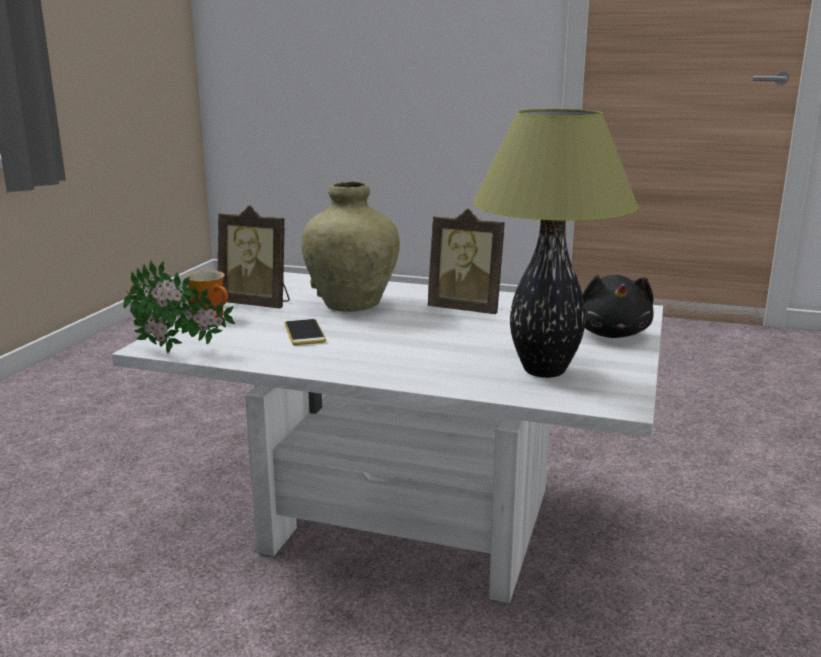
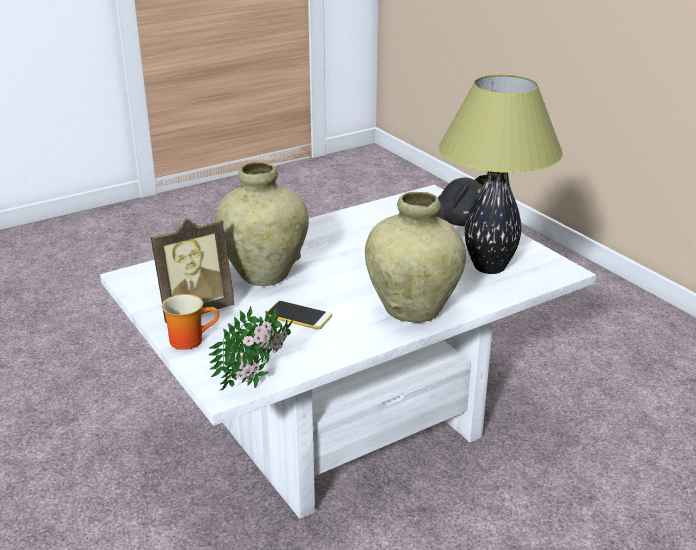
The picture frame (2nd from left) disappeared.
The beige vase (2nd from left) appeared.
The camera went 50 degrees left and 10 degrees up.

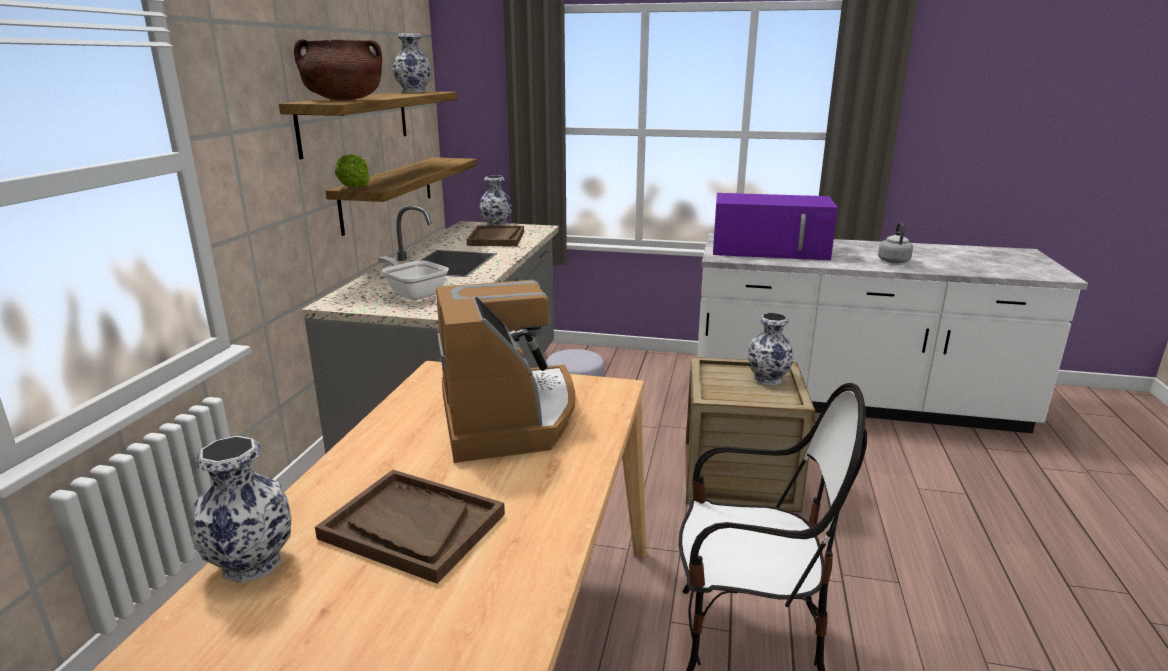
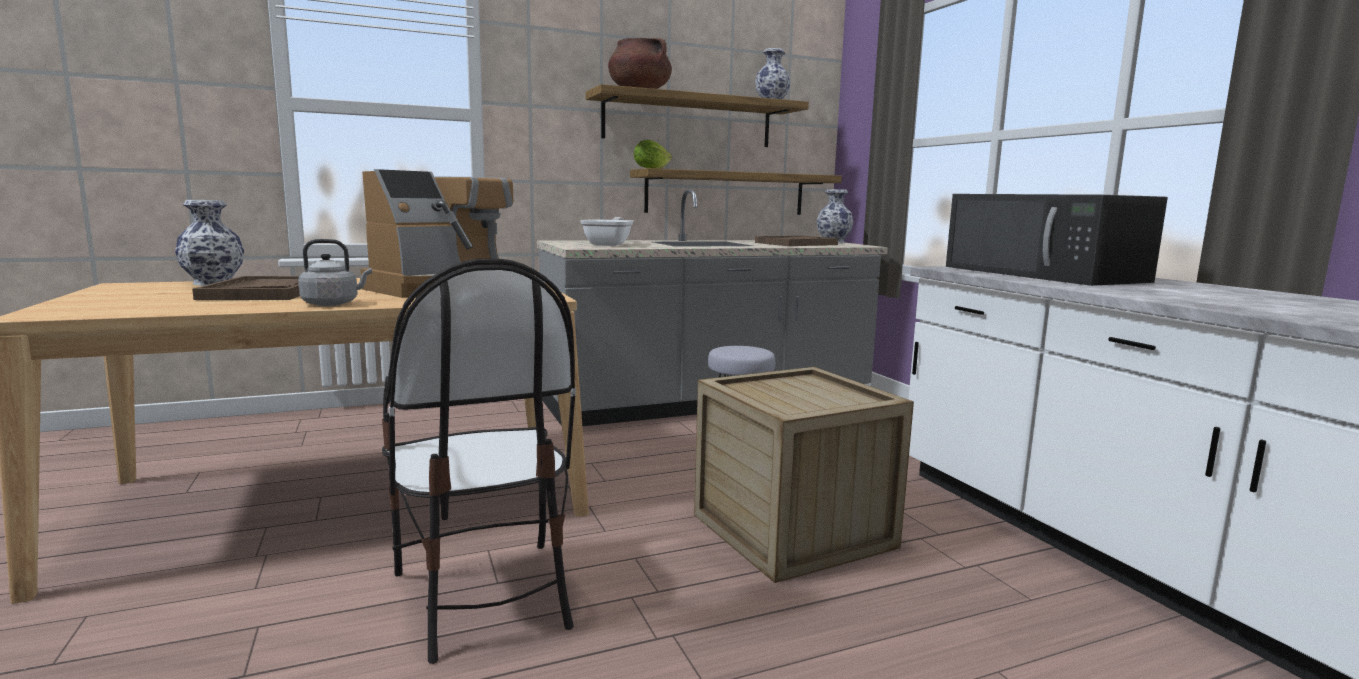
The purple microwave became the black microwave.
The grey kettle moved.
The vase (4th from left) disappeared.
The camera went 55 degrees right and 10 degrees down.

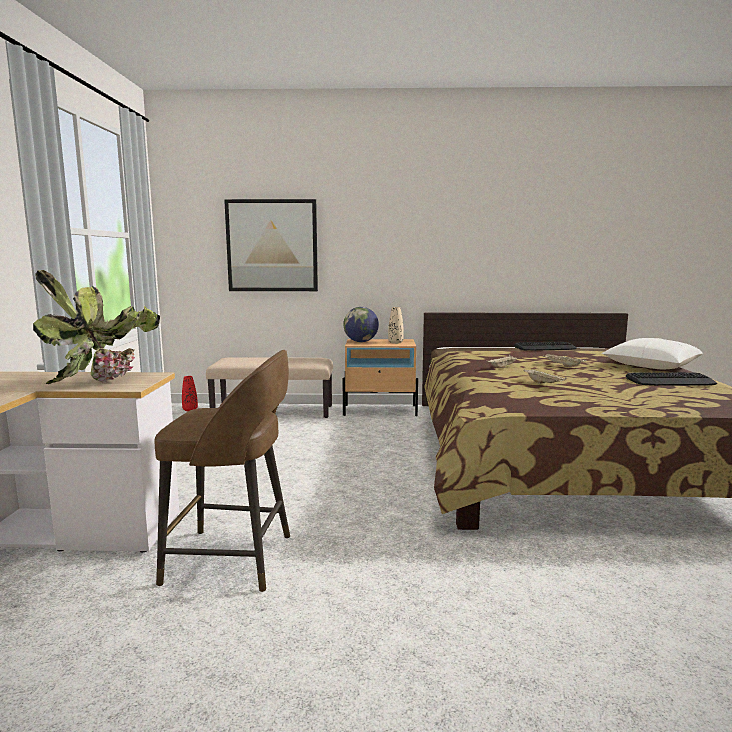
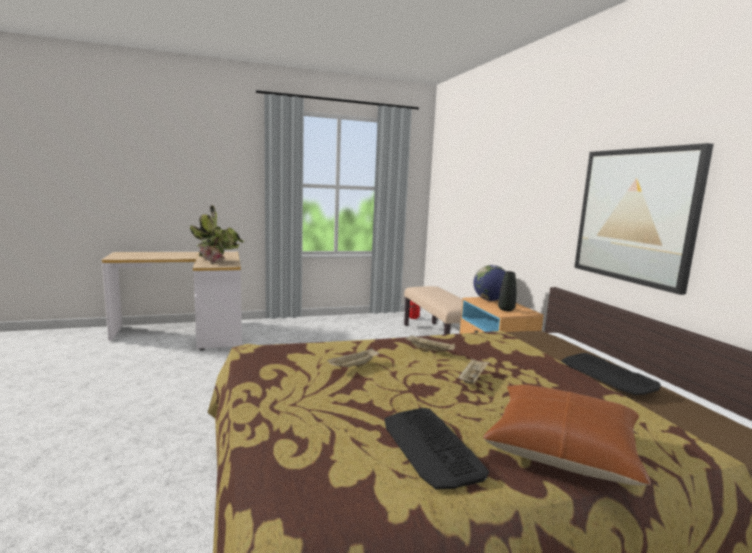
The picture moved.
The beige vase became the black vase.
The white pillow became the brown pillow.
The brown stool disappeared.
The camera went 70 degrees right and 0 degrees up.

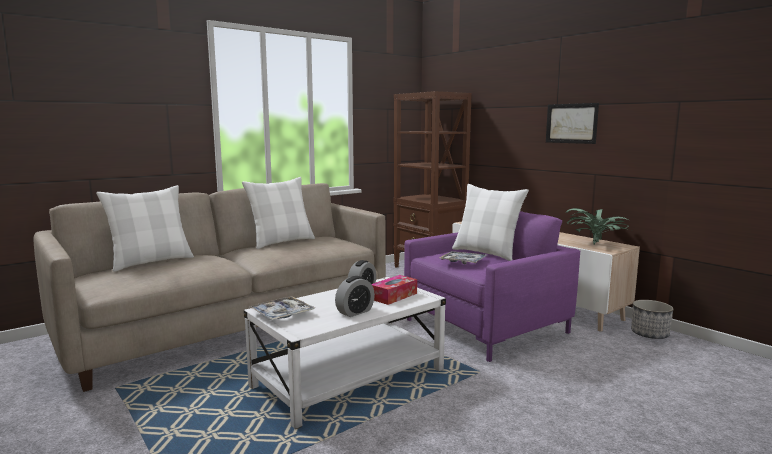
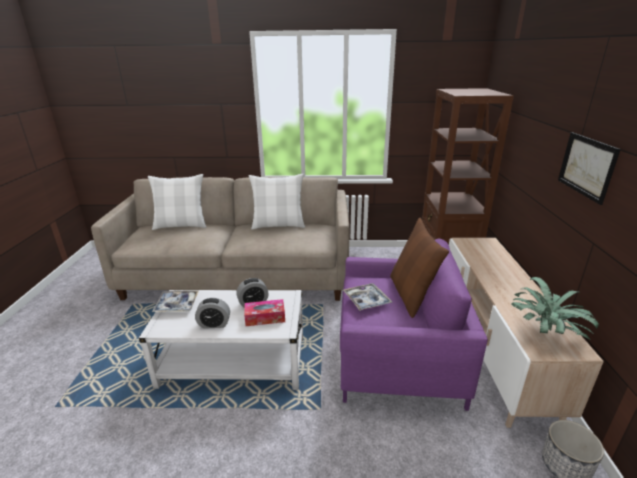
The white pillow (3rd from left) became the brown pillow.
The camera went 40 degrees right and 15 degrees up.

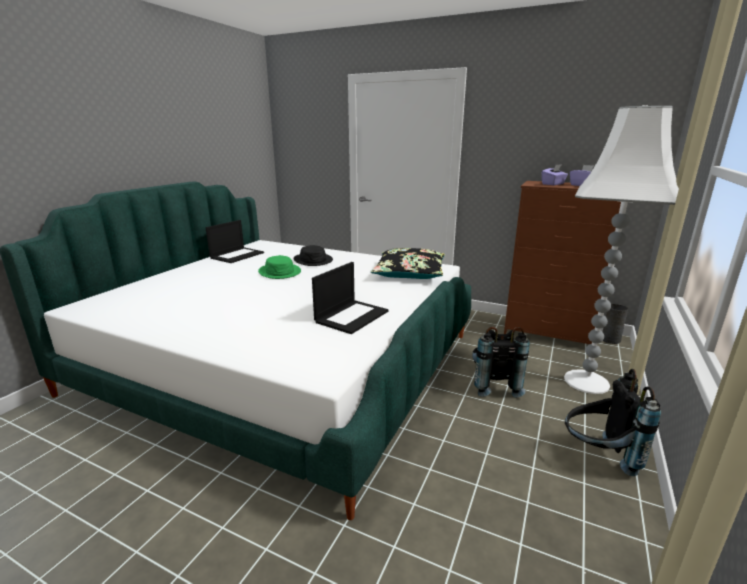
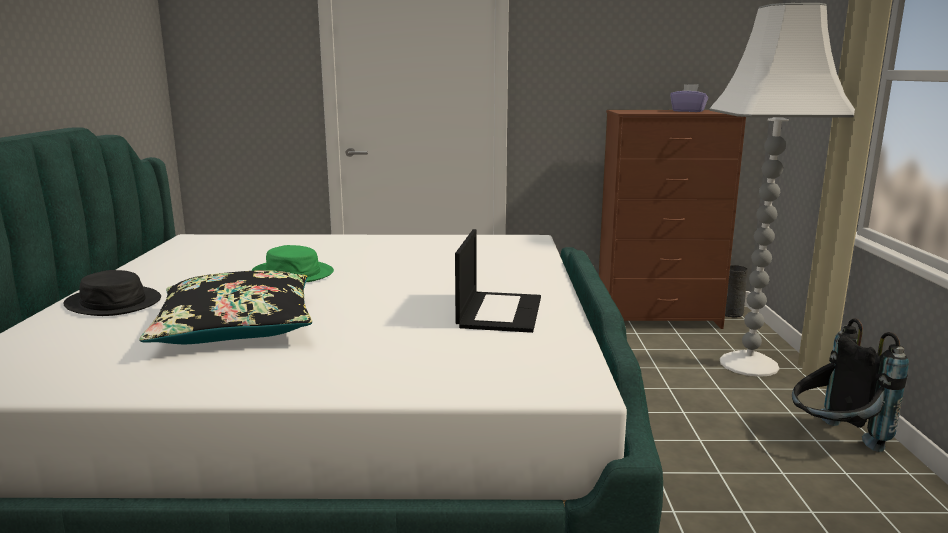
The purple tissue box (1st from left) disappeared.
The laptop (1st from left) disappeared.
The black hat moved.
The black pillow moved.
The black backpack (1st from left) disappeared.
The camera went 25 degrees left and 5 degrees down.

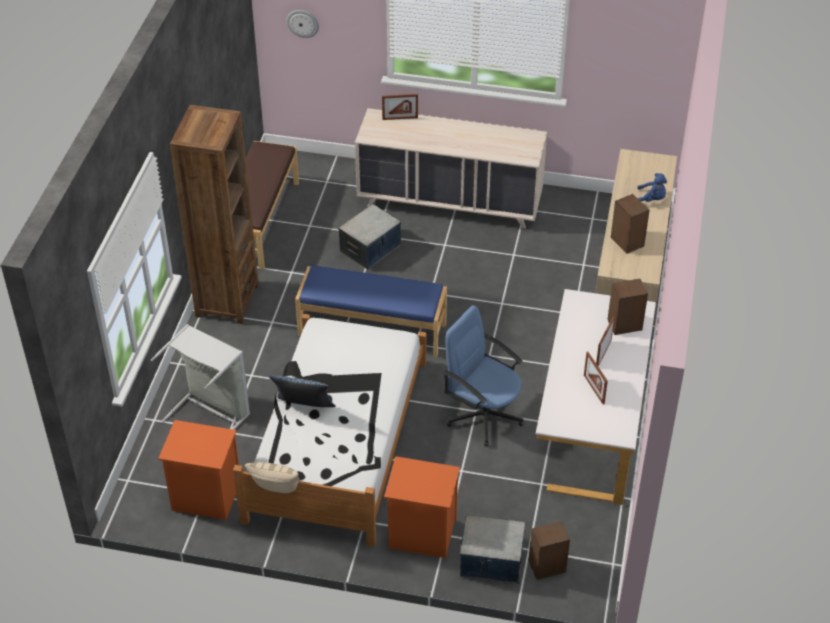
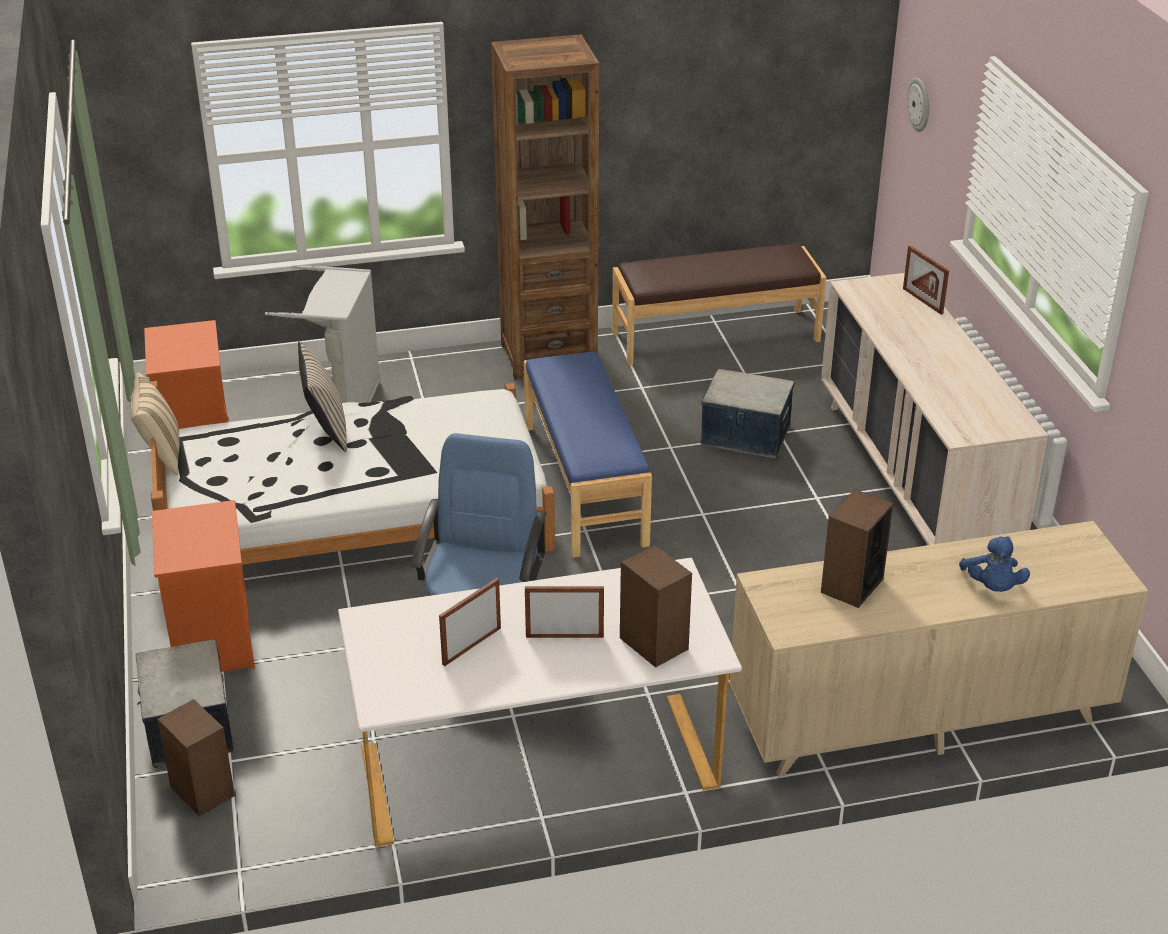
The blue pillow became the beige pillow (2nd from left).
The camera went 65 degrees right and 10 degrees down.

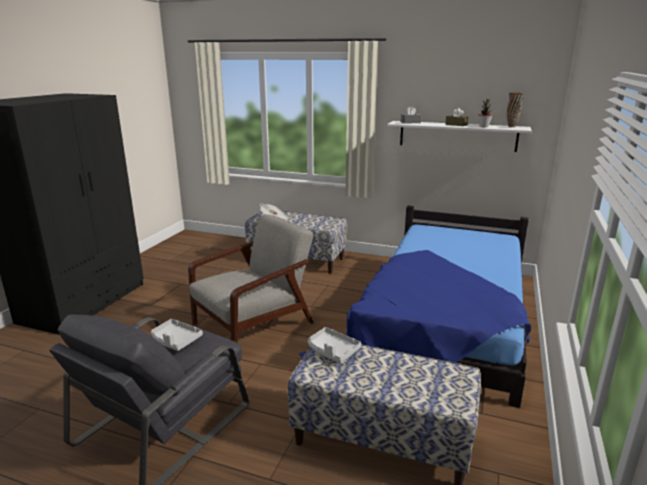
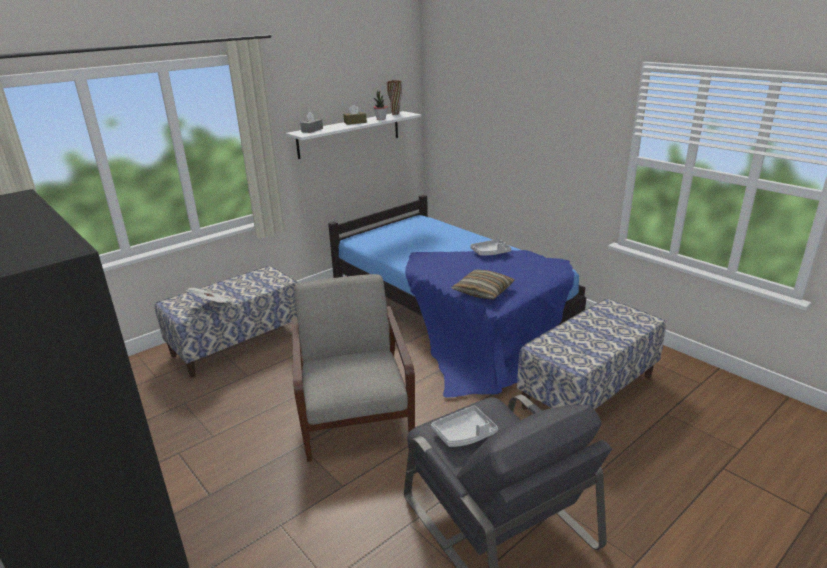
The grey tray (2nd from left) moved.
The pillow appeared.
The camera went 60 degrees left and 5 degrees up.

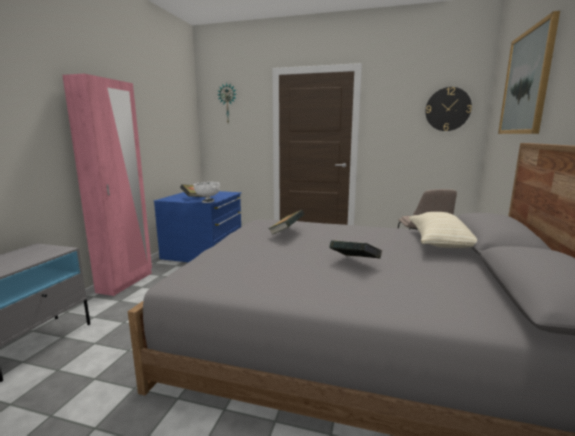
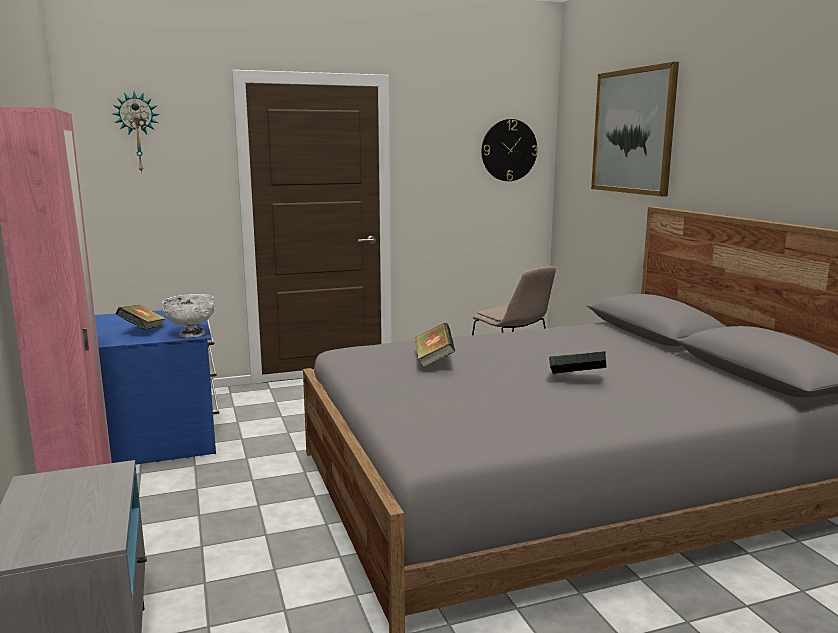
The beige pillow disappeared.
The camera went 35 degrees left and 0 degrees up.

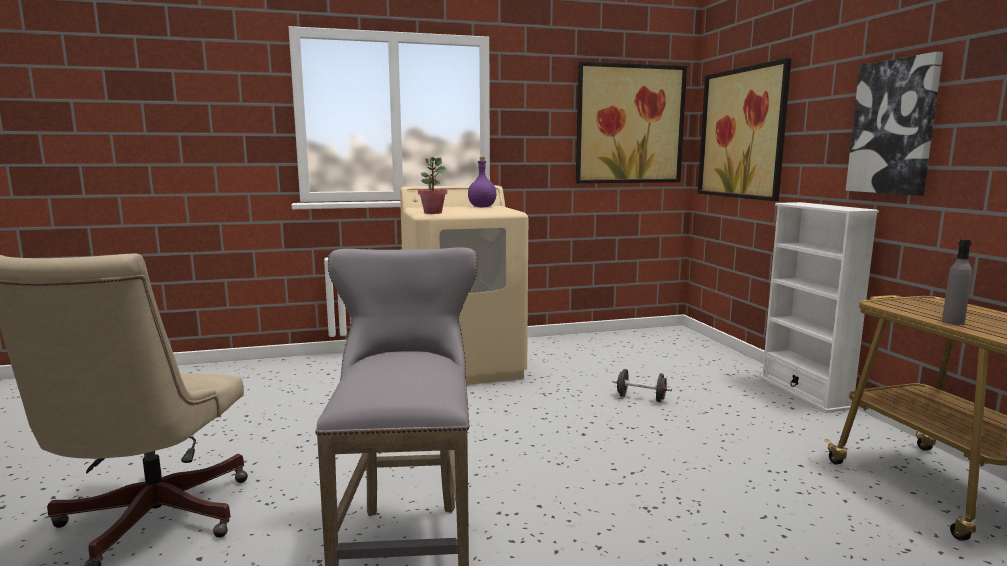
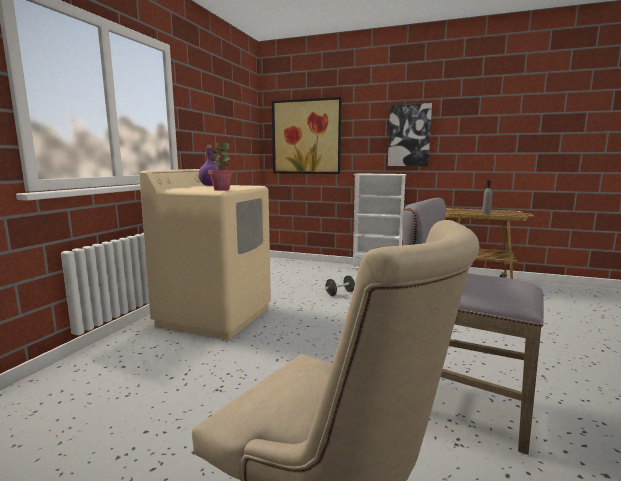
The picture (1st from left) disappeared.
The camera went 55 degrees left and 0 degrees up.

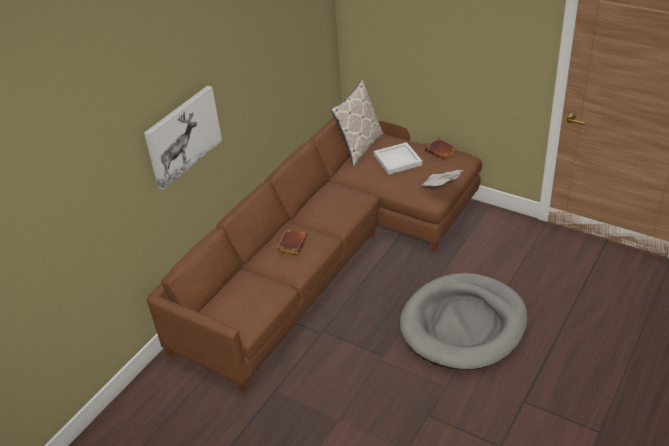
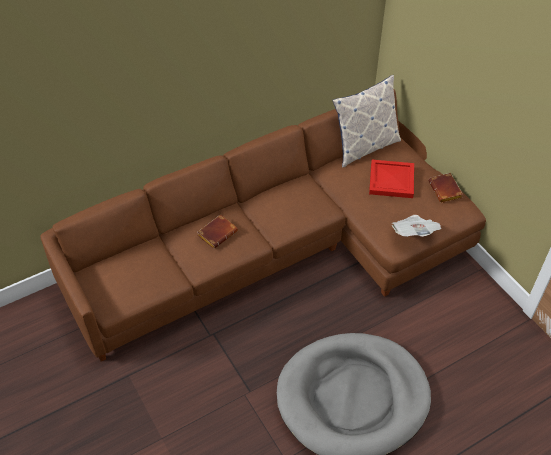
The picture disappeared.
The white tray became the red tray.
The camera went 25 degrees right and 10 degrees up.

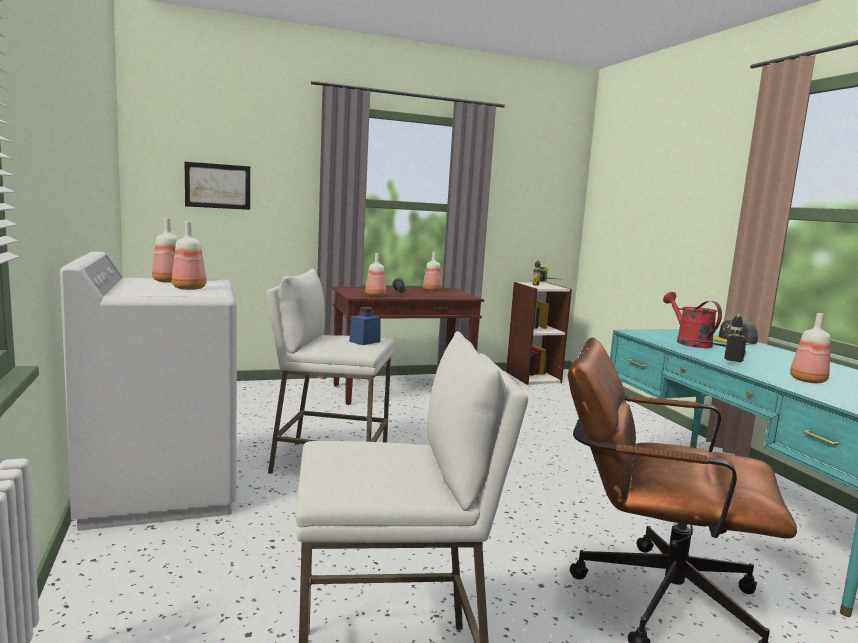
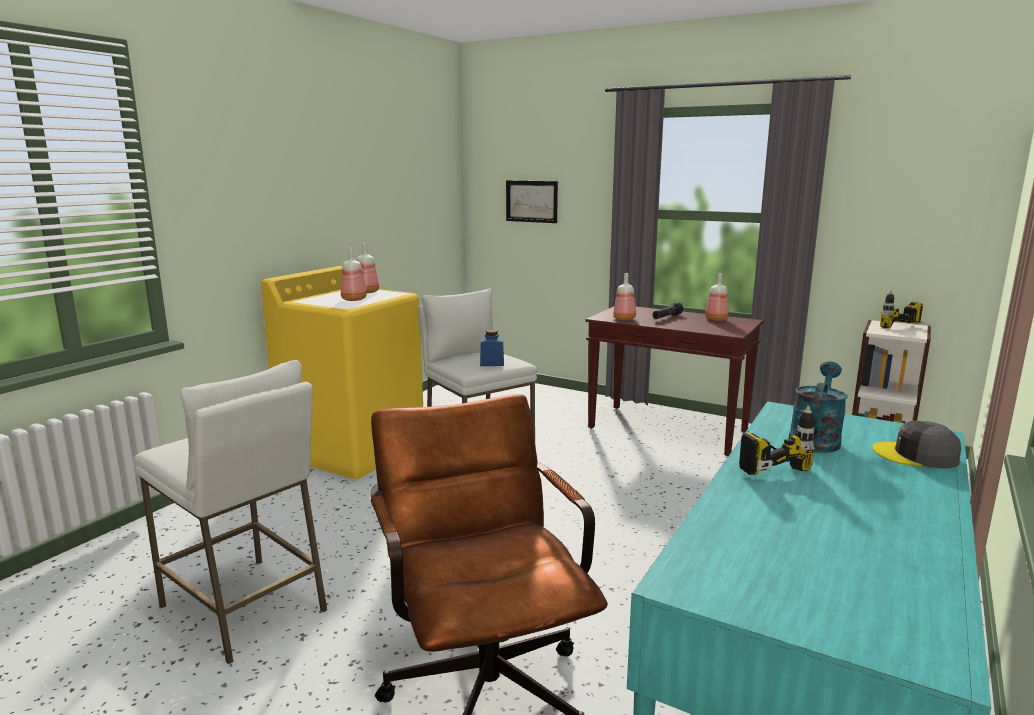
The white washing machine became the yellow washing machine.
The red watering can became the turquoise watering can.
The bottle (5th from left) disappeared.
The camera went 50 degrees right and 5 degrees up.

